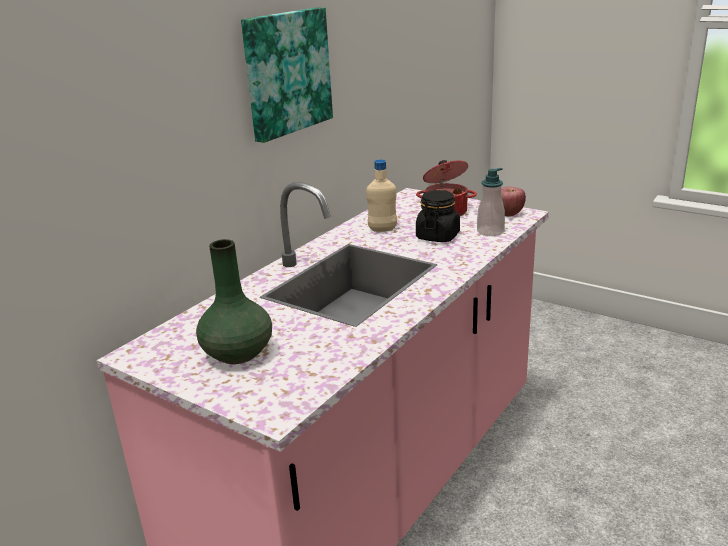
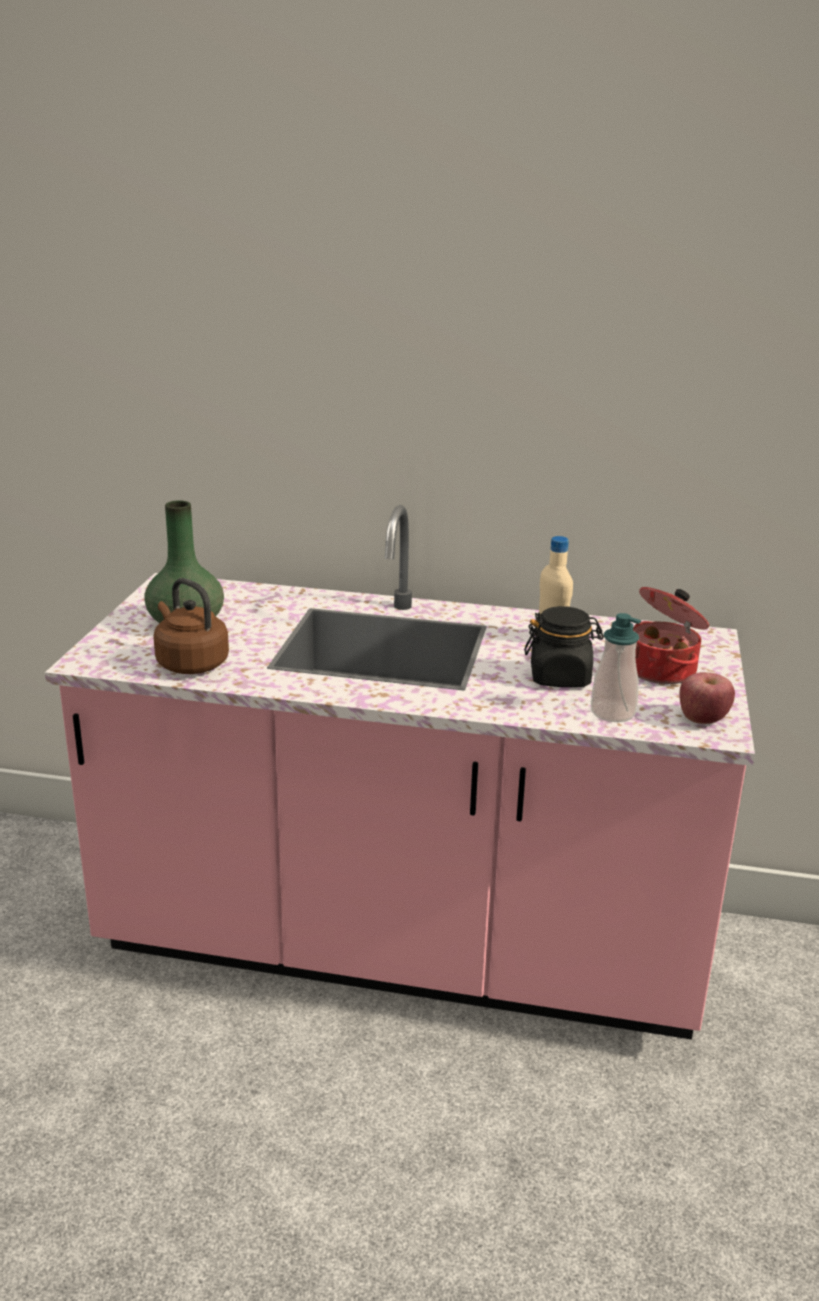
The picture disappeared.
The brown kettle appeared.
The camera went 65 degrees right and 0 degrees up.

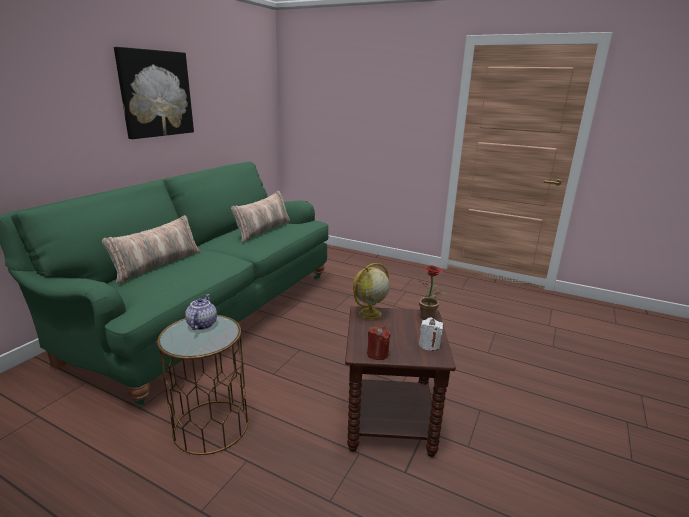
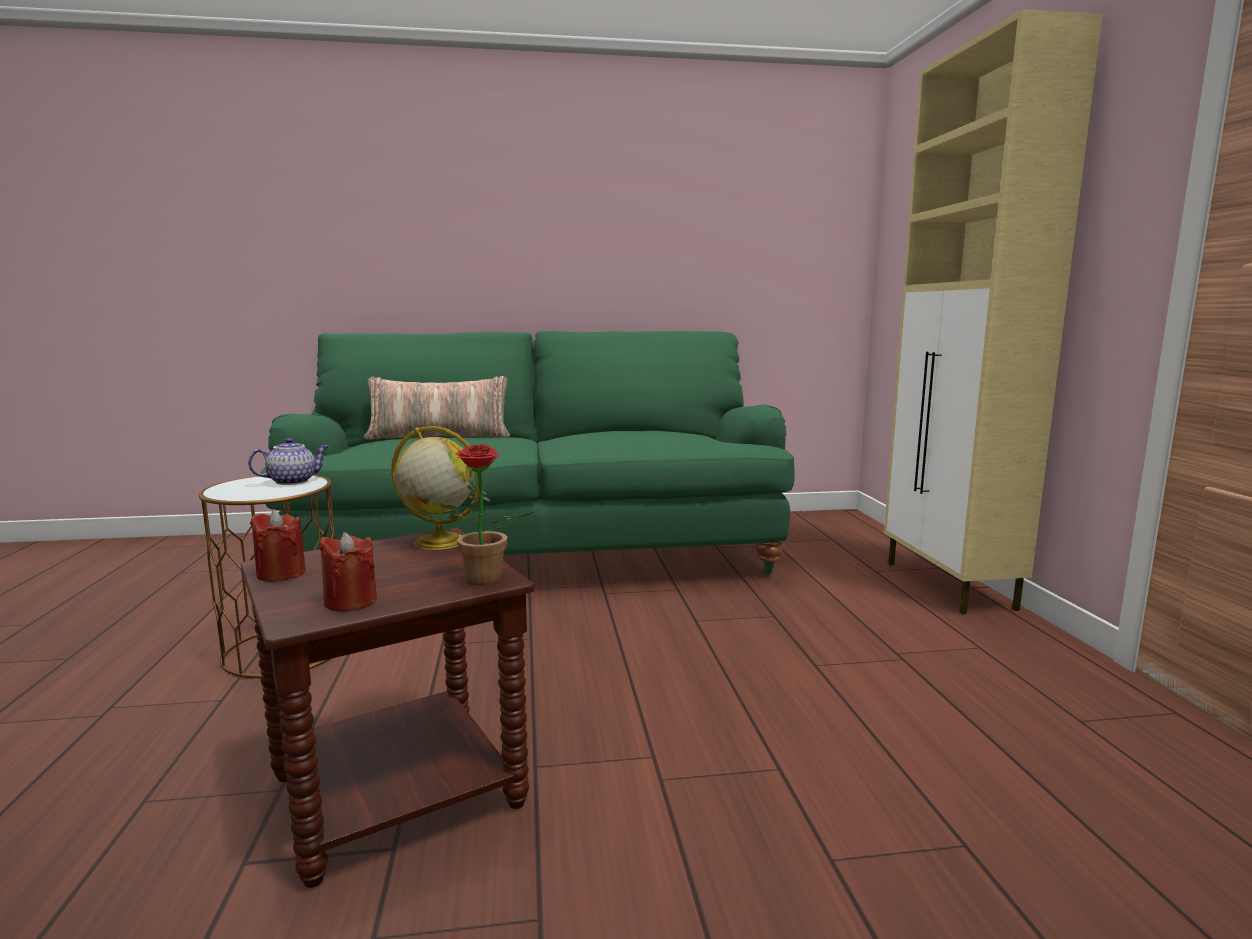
The picture disappeared.
The pillow (2nd from left) disappeared.
The white candle became the red candle (2nd from left).
The beige cabinet appeared.
The camera went 55 degrees right and 10 degrees down.

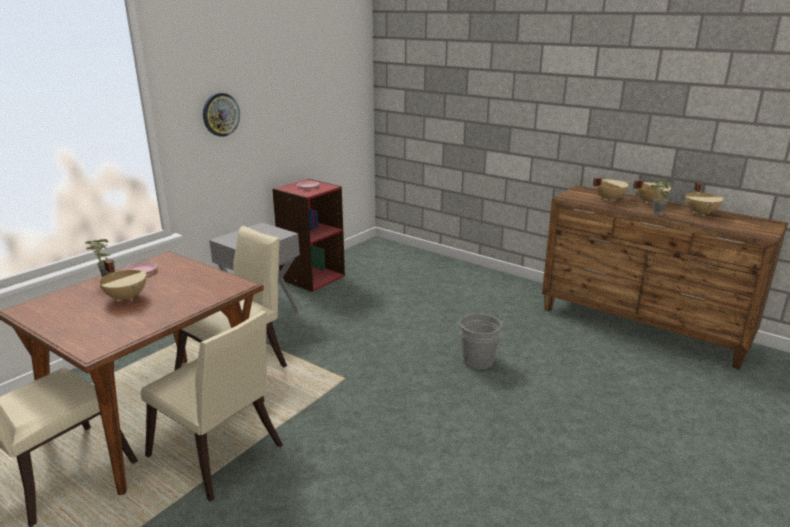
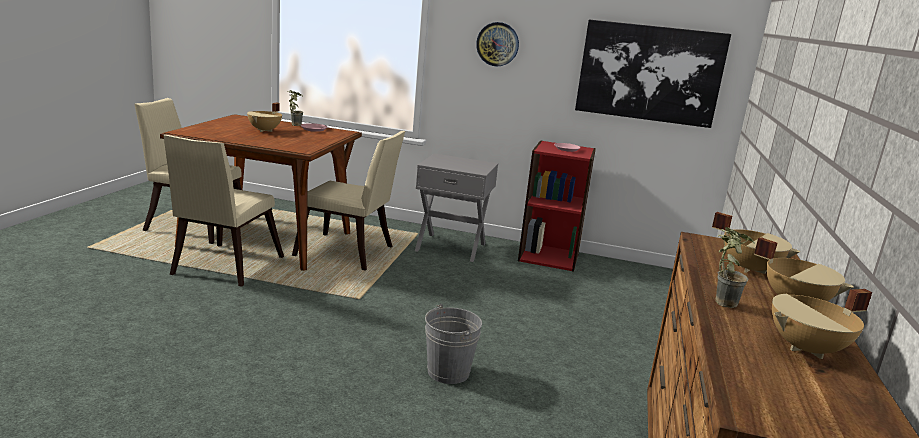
The picture appeared.
The camera went 65 degrees right and 5 degrees down.

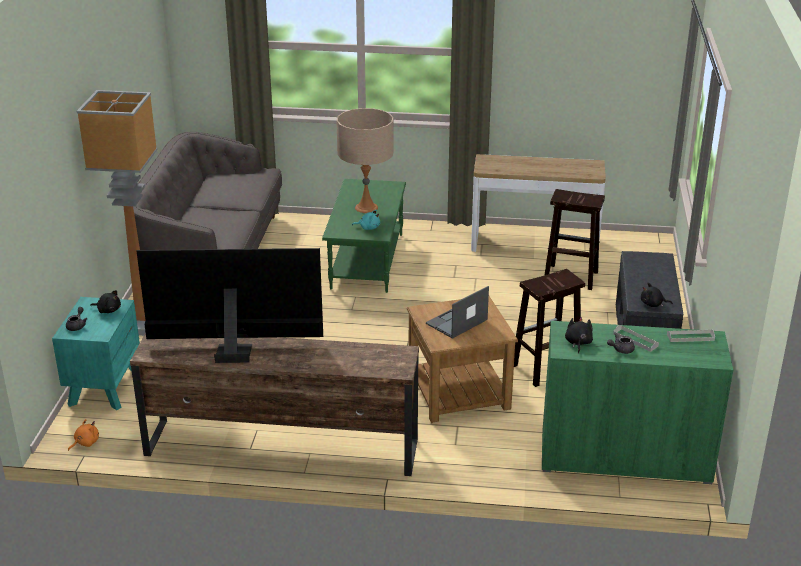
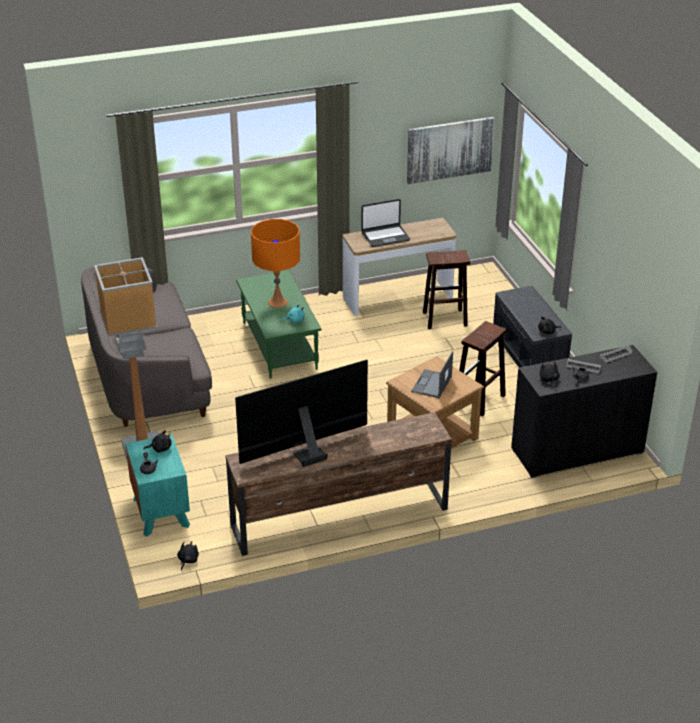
The beige table lamp became the orange table lamp.
The green cabinet became the black cabinet.
The orange plush toy became the black plush toy (2nd from left).
The picture appeared.
The laptop (1st from left) appeared.
The camera went 25 degrees left and 5 degrees up.

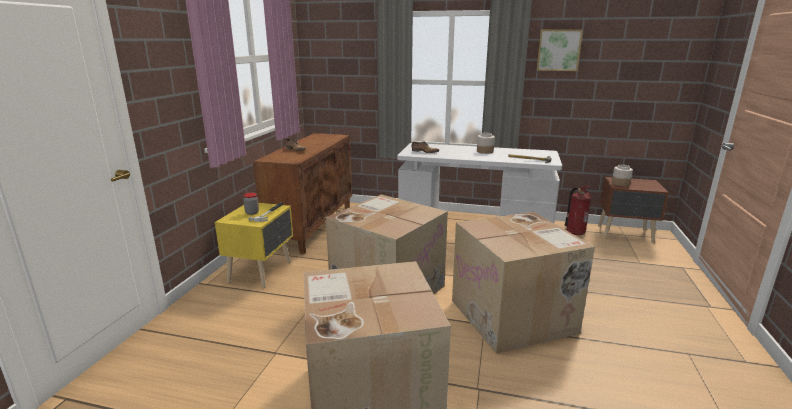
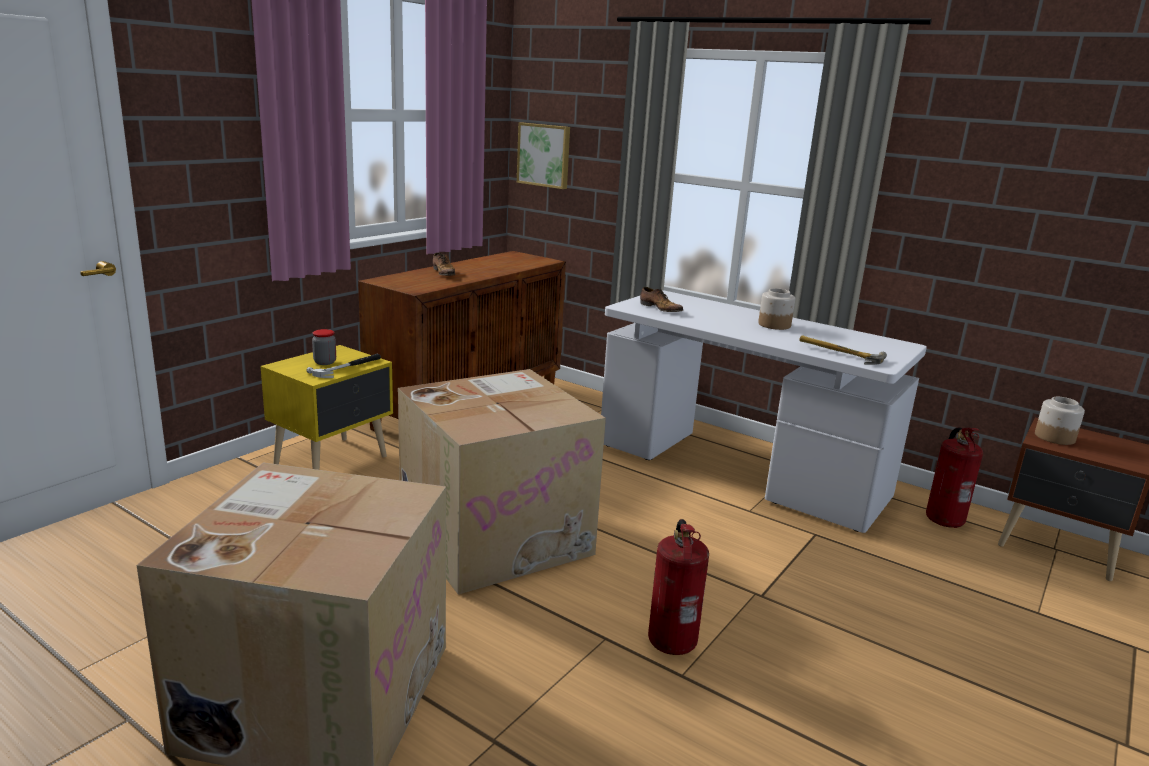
The picture moved.
The cardboard box (3rd from left) was replaced by the fire extinguisher (1st from left).
The camera went 20 degrees right and 0 degrees up.

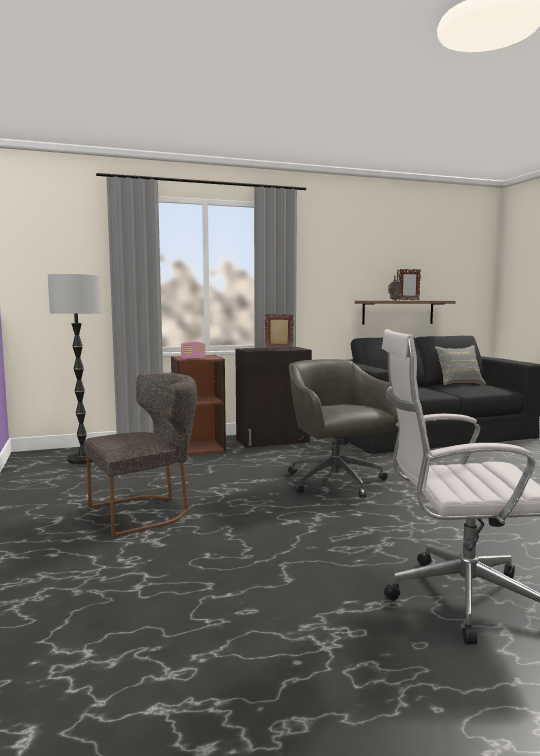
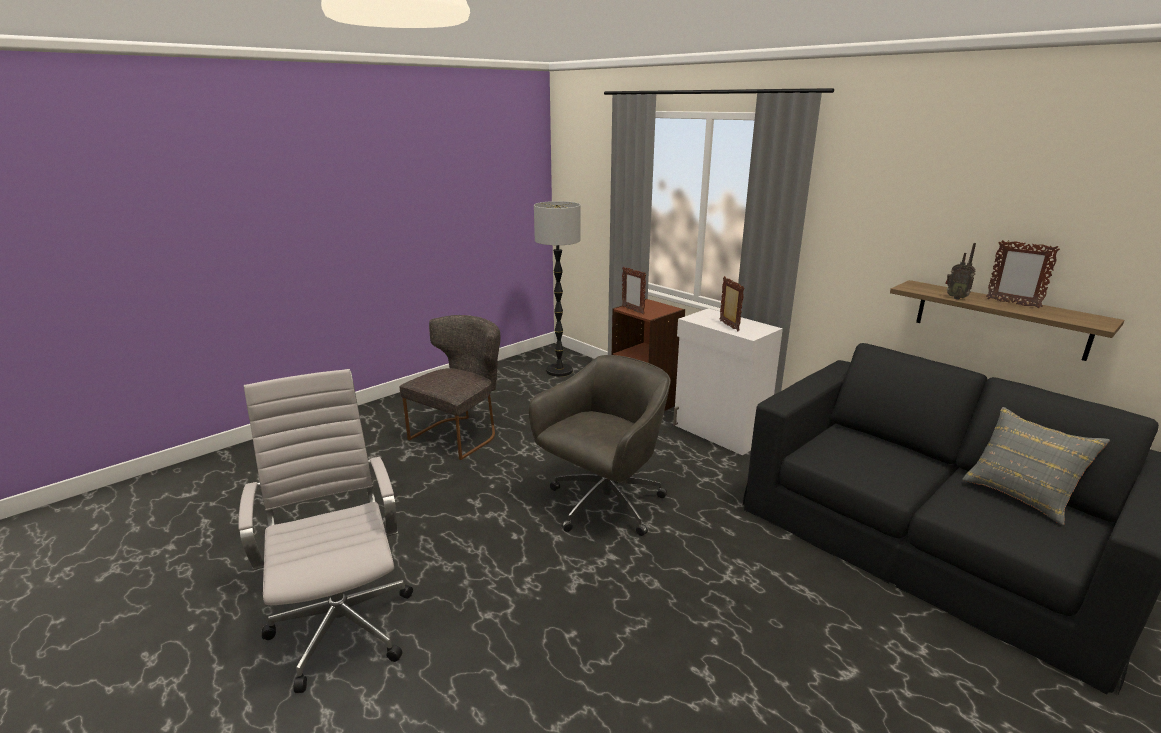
The radio (1st from left) was replaced by the picture frame (1st from left).
The black cabinet became the white cabinet.
The grey chair turned 90 degrees counterclockwise.
The camera went 65 degrees right and 15 degrees up.

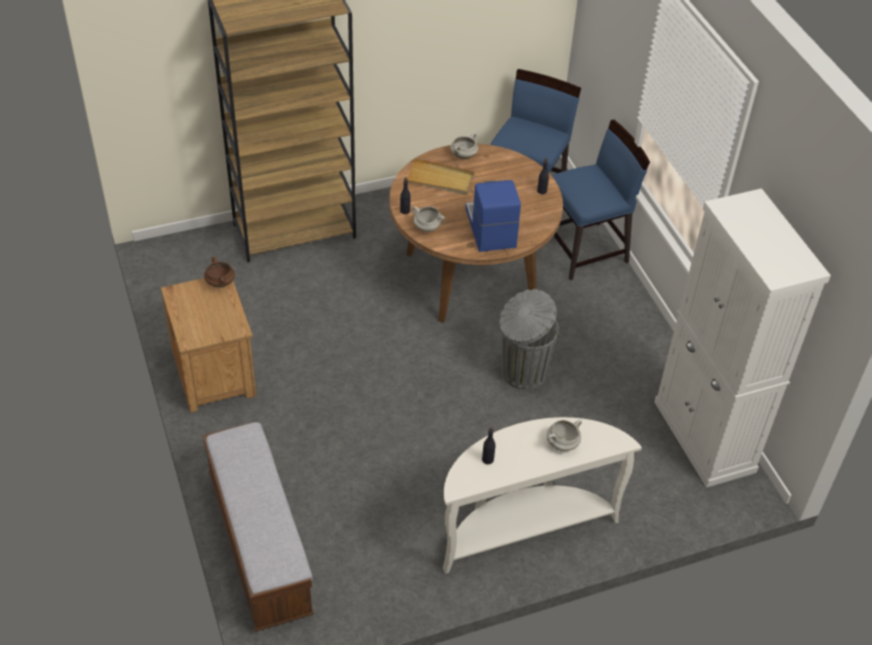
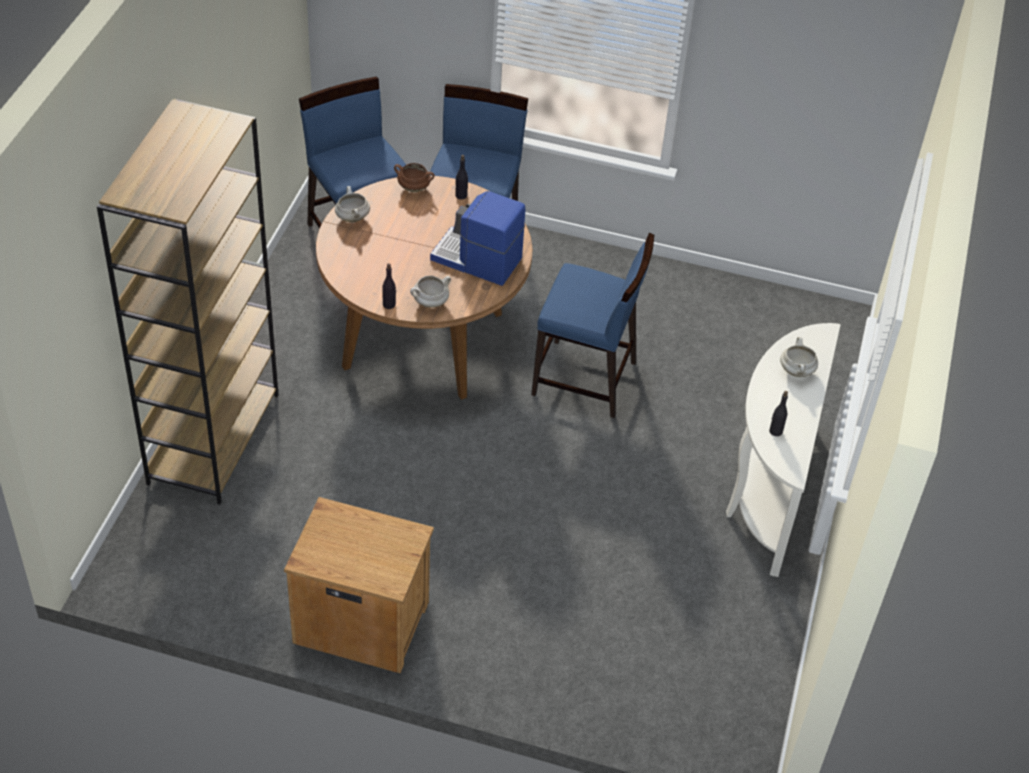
The beige tray disappeared.
The white cabinet disappeared.
The brown cooking pot moved.
The grey trash can was replaced by the blue chair (3rd from left).
The bench disappeared.
The camera went 55 degrees left and 0 degrees up.

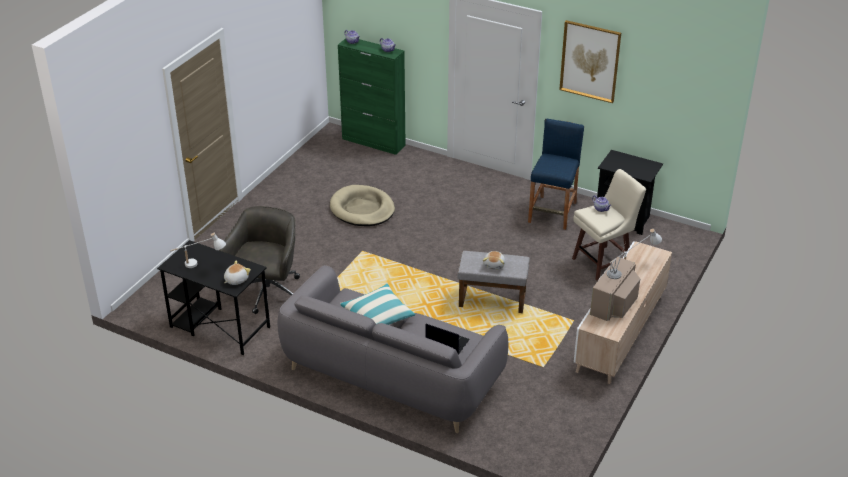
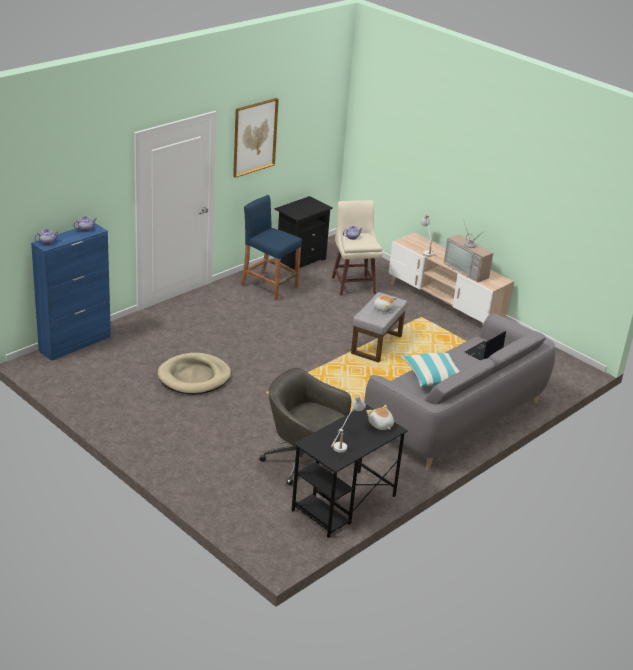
The green cabinet became the blue cabinet.
The camera went 75 degrees left and 5 degrees down.

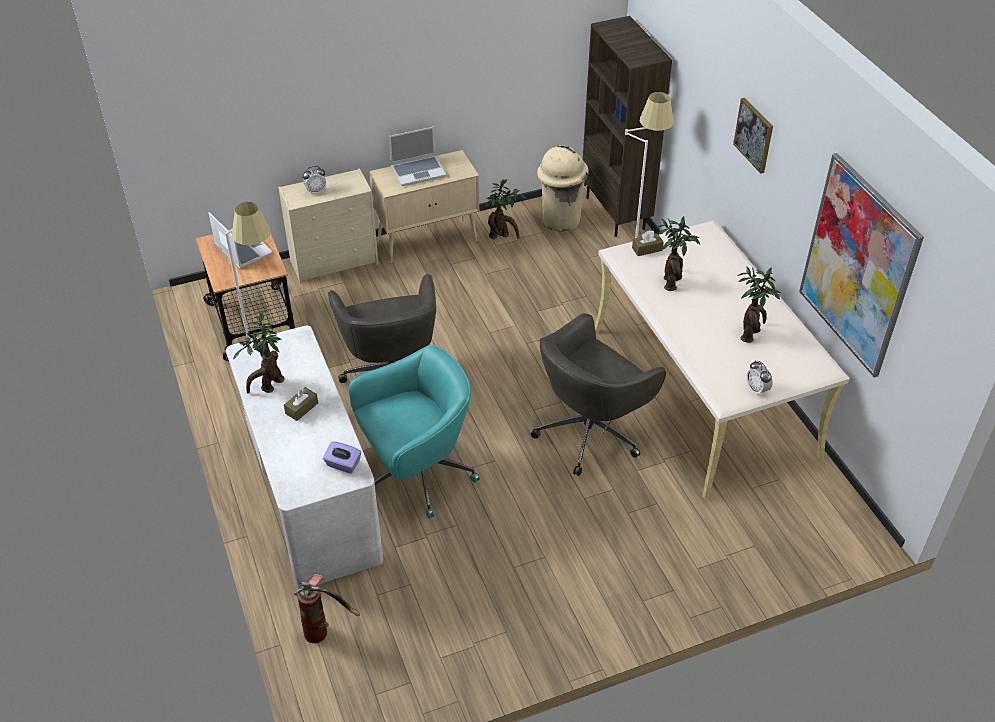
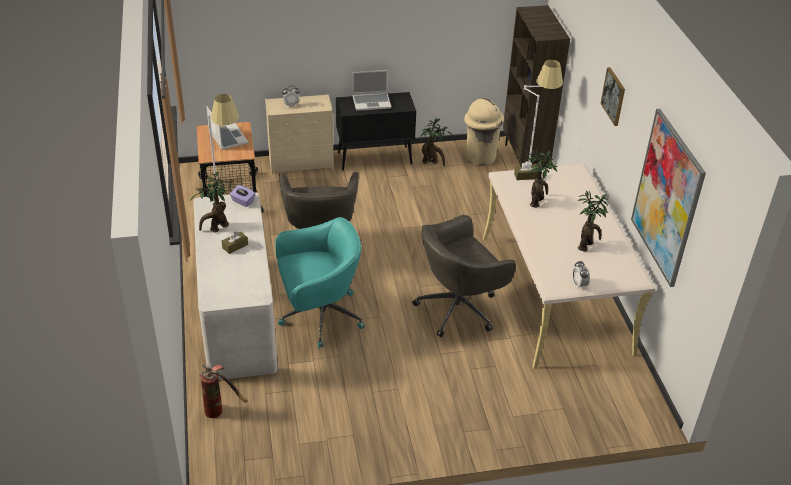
The beige cabinet became the black cabinet.
The purple tissue box moved.
The camera went 10 degrees right and 5 degrees down.

